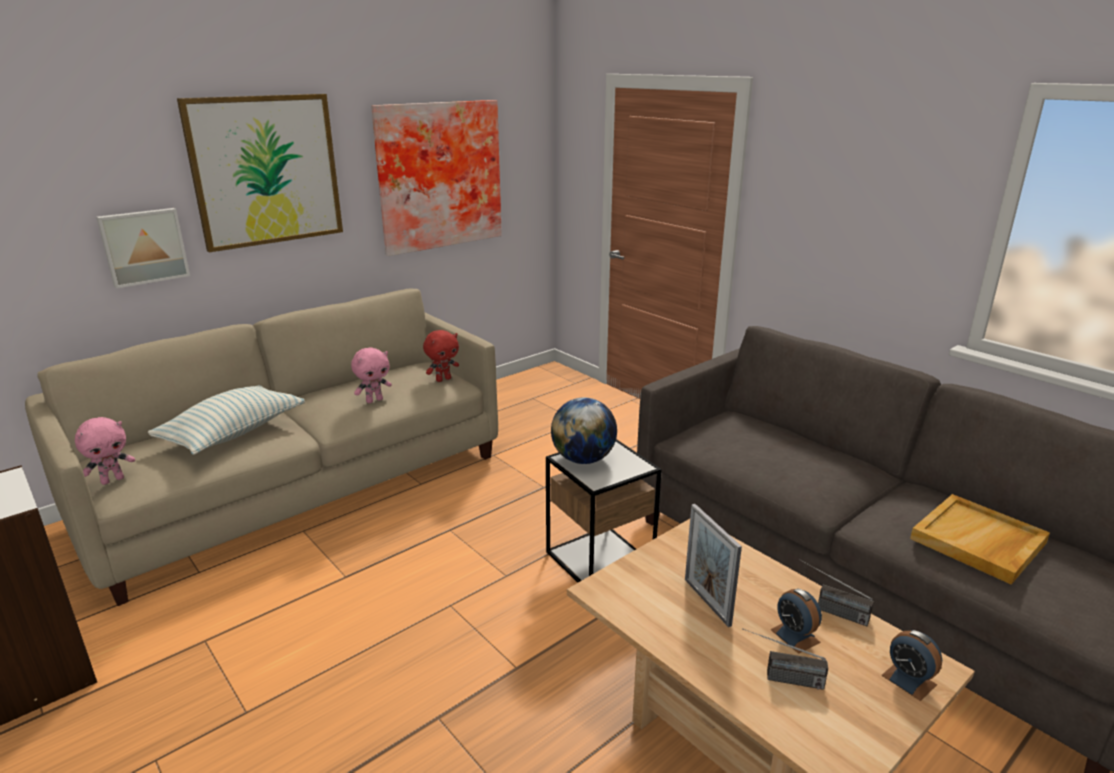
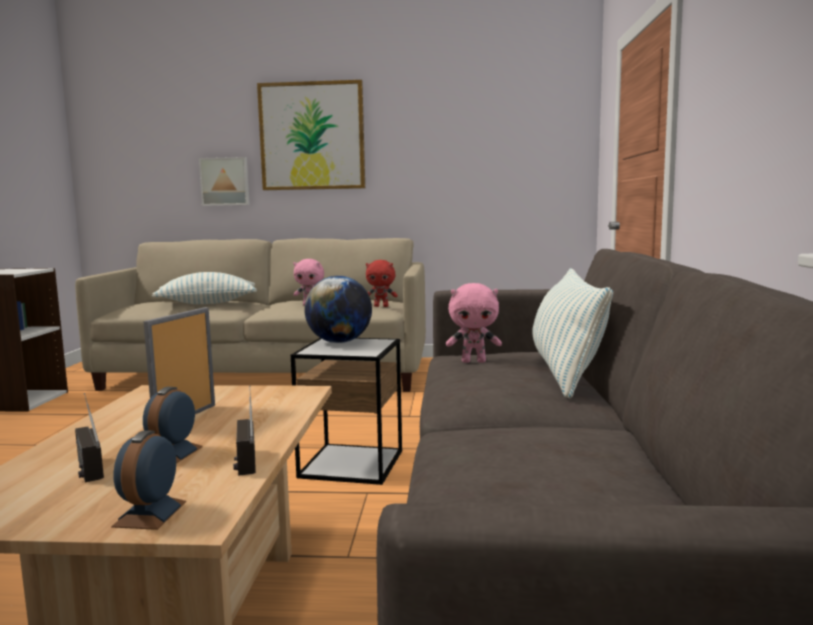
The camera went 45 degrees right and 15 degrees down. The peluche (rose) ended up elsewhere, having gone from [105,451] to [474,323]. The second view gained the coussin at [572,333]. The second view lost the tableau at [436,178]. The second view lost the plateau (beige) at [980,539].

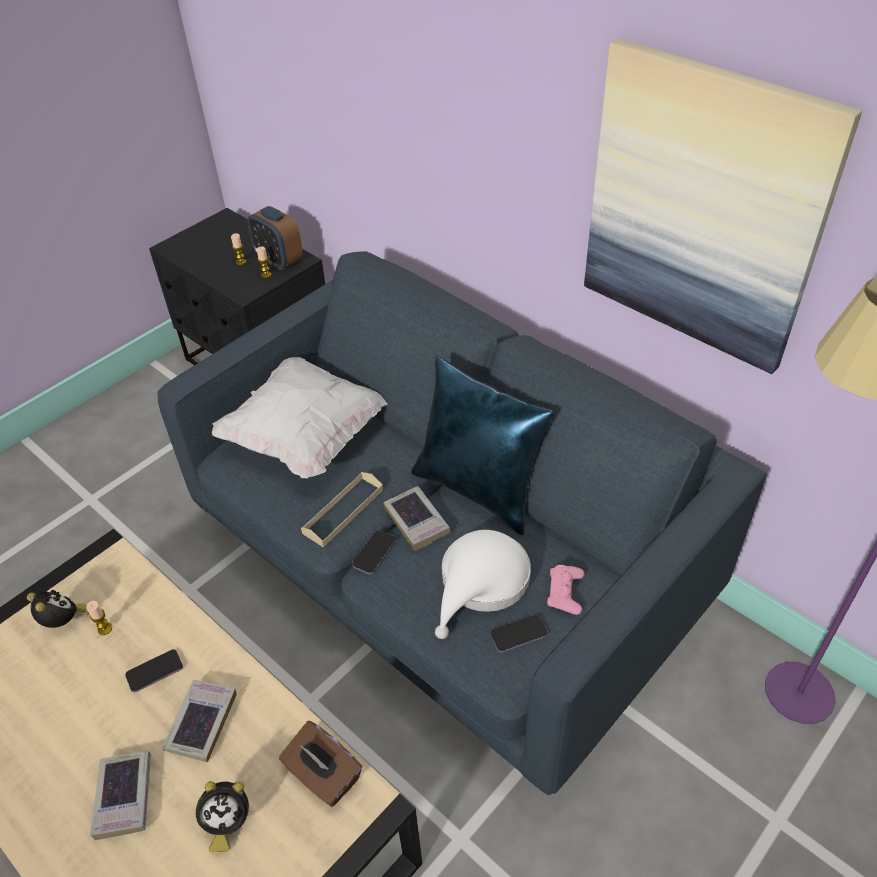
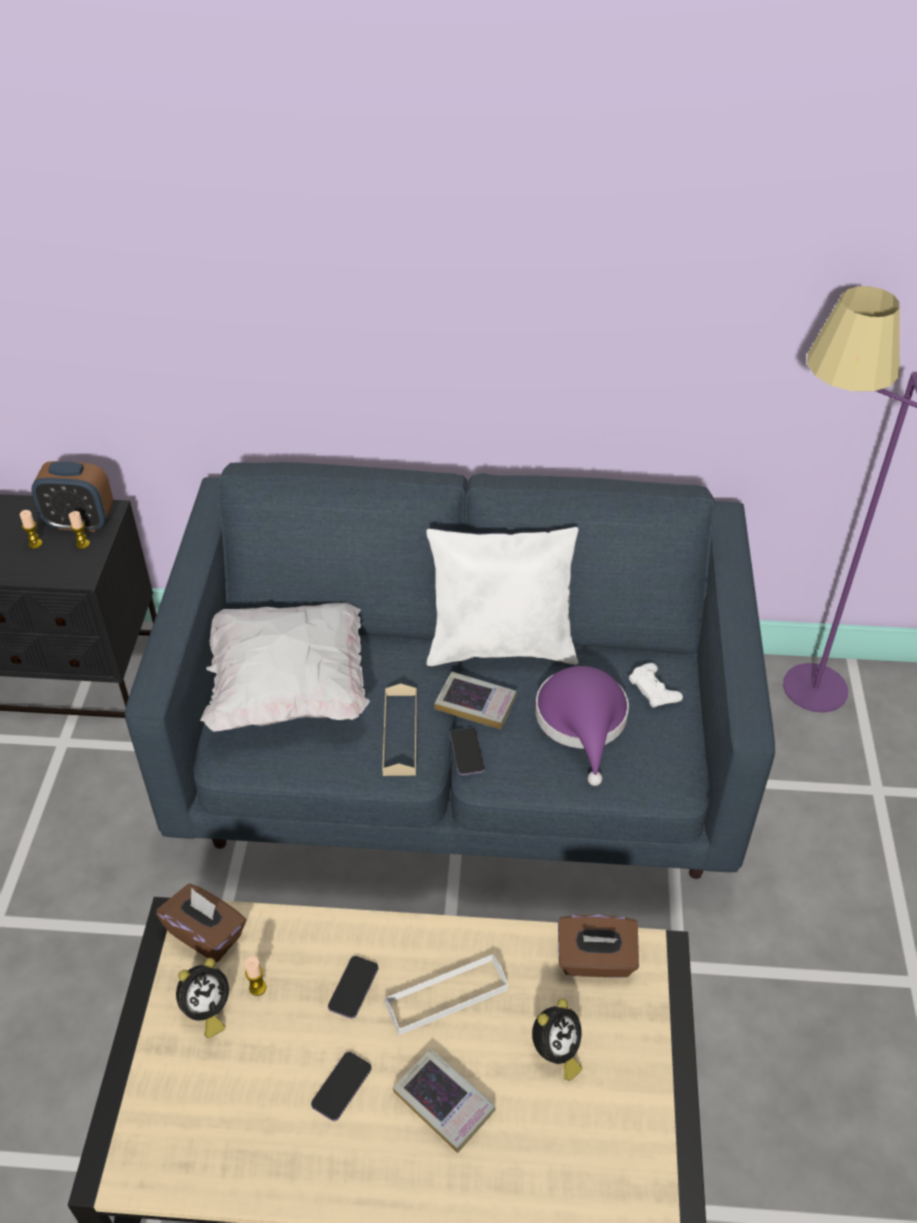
The camera went 40 degrees left and 0 degrees up. The second view gained the boîte à mouchoirs (marron) at [201,923]. The réveil at [58,609] ended up facing another way, 135 degrees clockwise from before. The téléphone ended up elsewhere, having gone from [519,634] to [341,1086]. Where the livre stood at [199,721], the plateau (blanc) came to stand at [446,994]. What was the coussin (bleu) at [482,445] turned into the coussin (blanc) at [502,596]. What was the chapeau (blanc) at [483,584] turned into the chapeau (violet) at [582,726]. What was the manette (rose) at [566,590] turned into the manette (blanc) at [656,685]. The second view lost the tableau at [723,206].

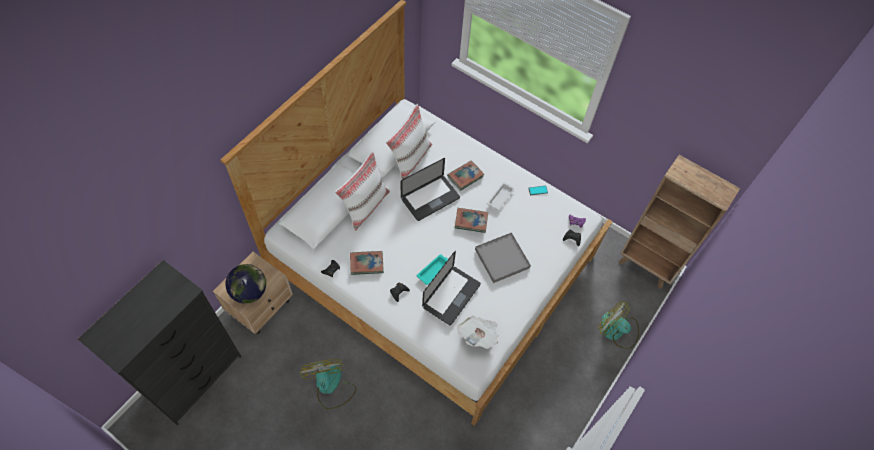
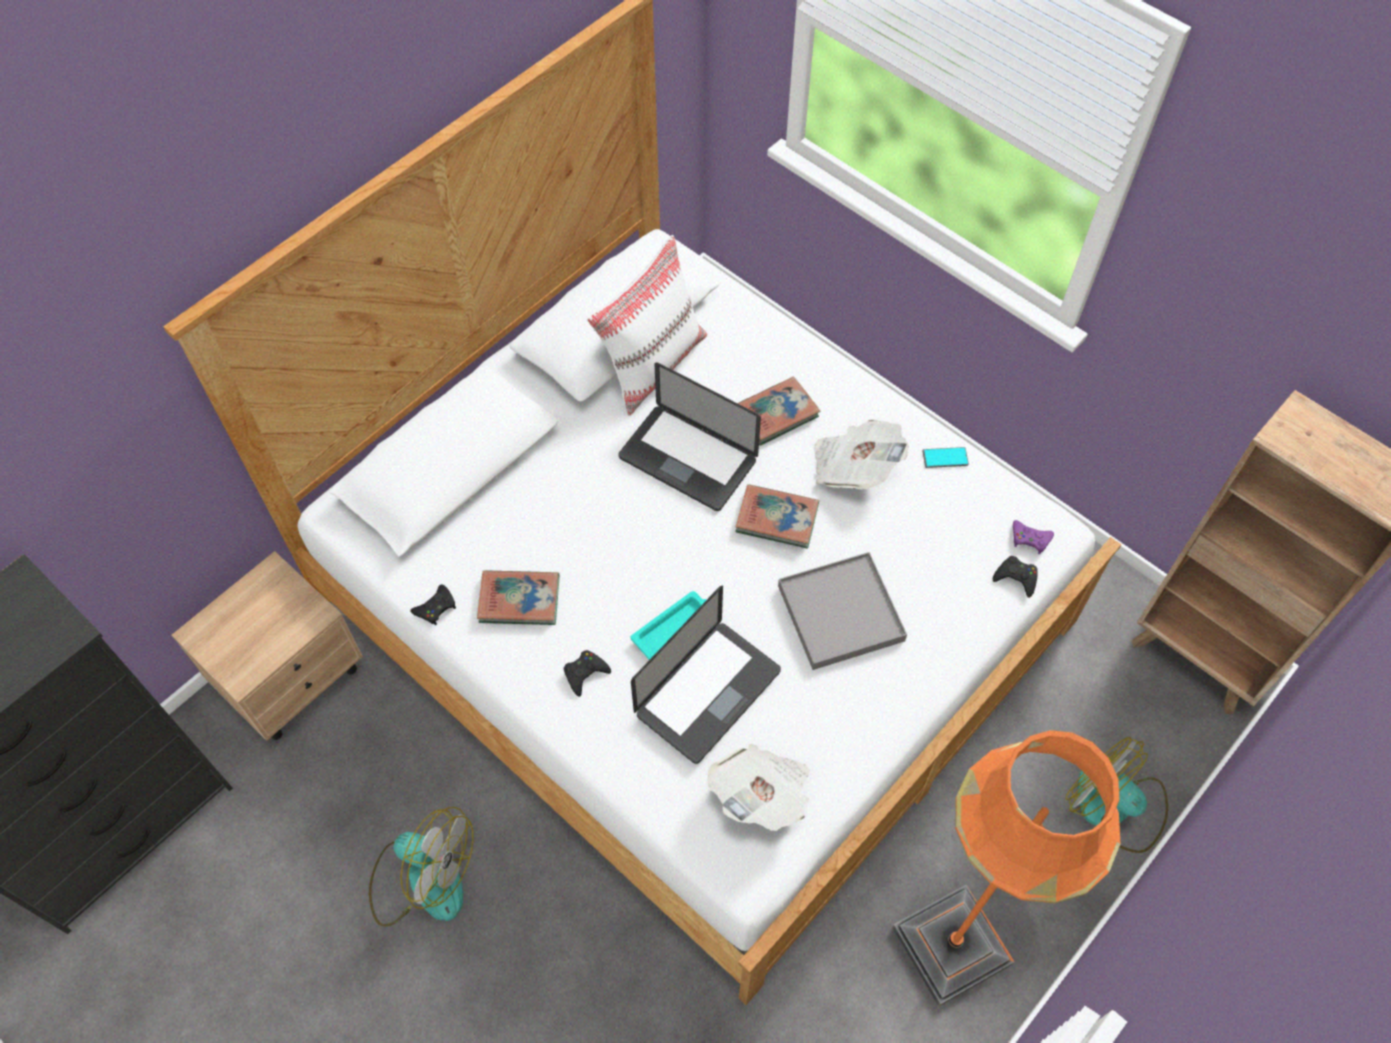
The camera went 10 degrees right and 0 degrees up. The ventilateur at [327,384] ended up facing another way, 120 degrees clockwise from before. The ordinateur portable at [430,189] ended up facing another way, 60 degrees clockwise from before. Where the plateau (blanc) stood at [501,196], the journal came to stand at [861,454]. The second view gained the lampadaire (orange) at [1006,868]. The second view lost the globe at [245,284]. The second view lost the coussin (blanc) at [362,191].

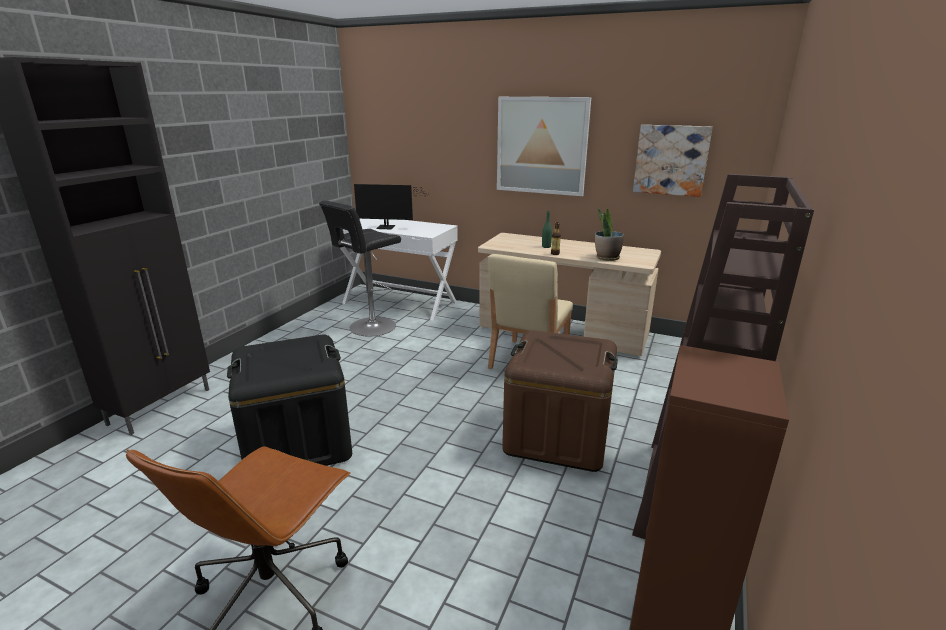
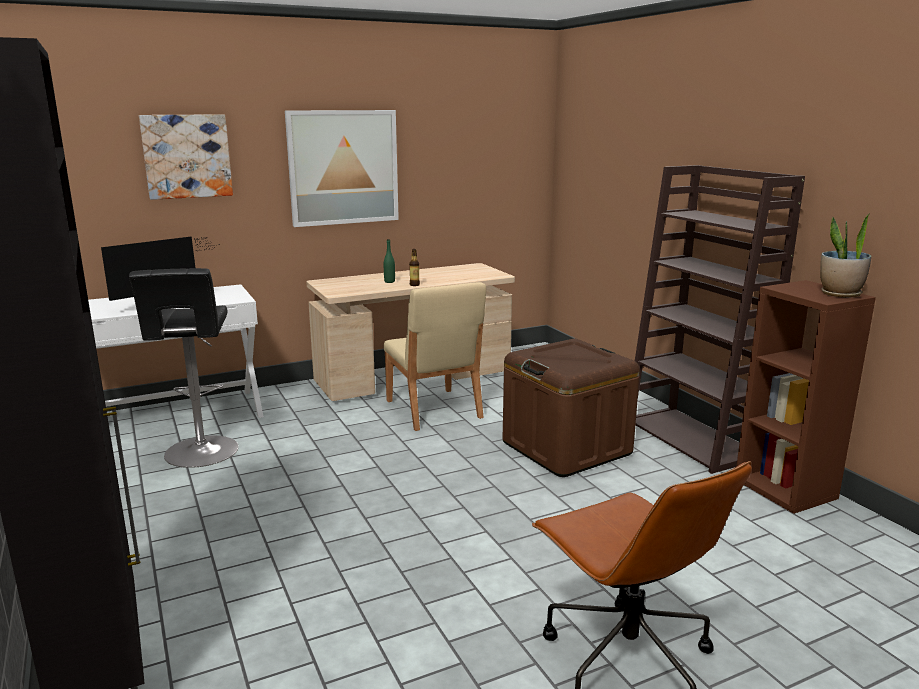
The camera went 50 degrees left and 5 degrees down. The tableau ended up elsewhere, having gone from [673,161] to [186,157]. The plante en pot ended up elsewhere, having gone from [609,234] to [845,256]. The second view lost the boîte de rangement (noir) at [289,400].

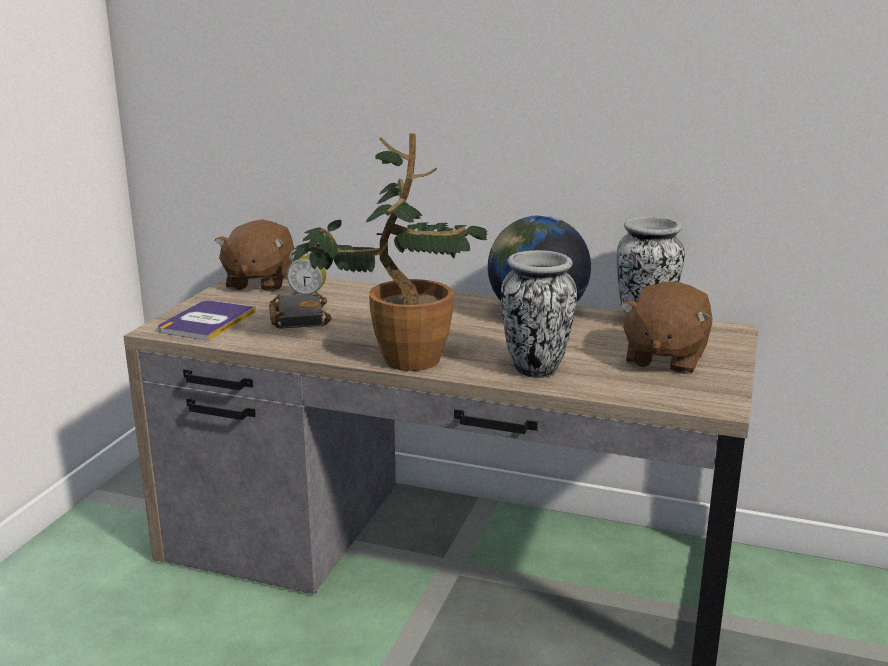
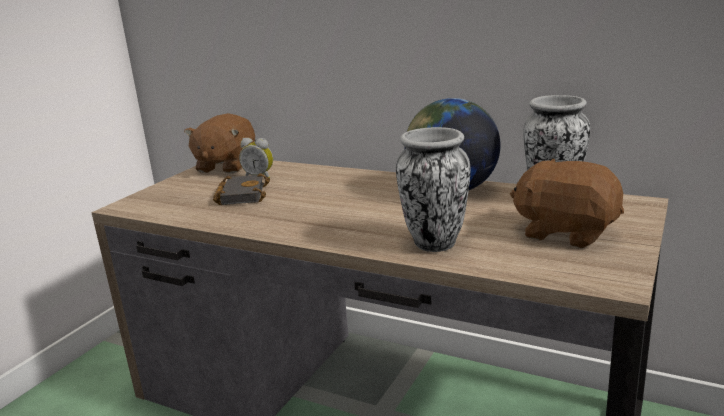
The camera went 10 degrees right and 0 degrees up. The peluche (marron) at [667,328] ended up facing another way, 90 degrees clockwise from before. The second view lost the livre at [207,320]. The second view lost the plante en pot at [389,252].

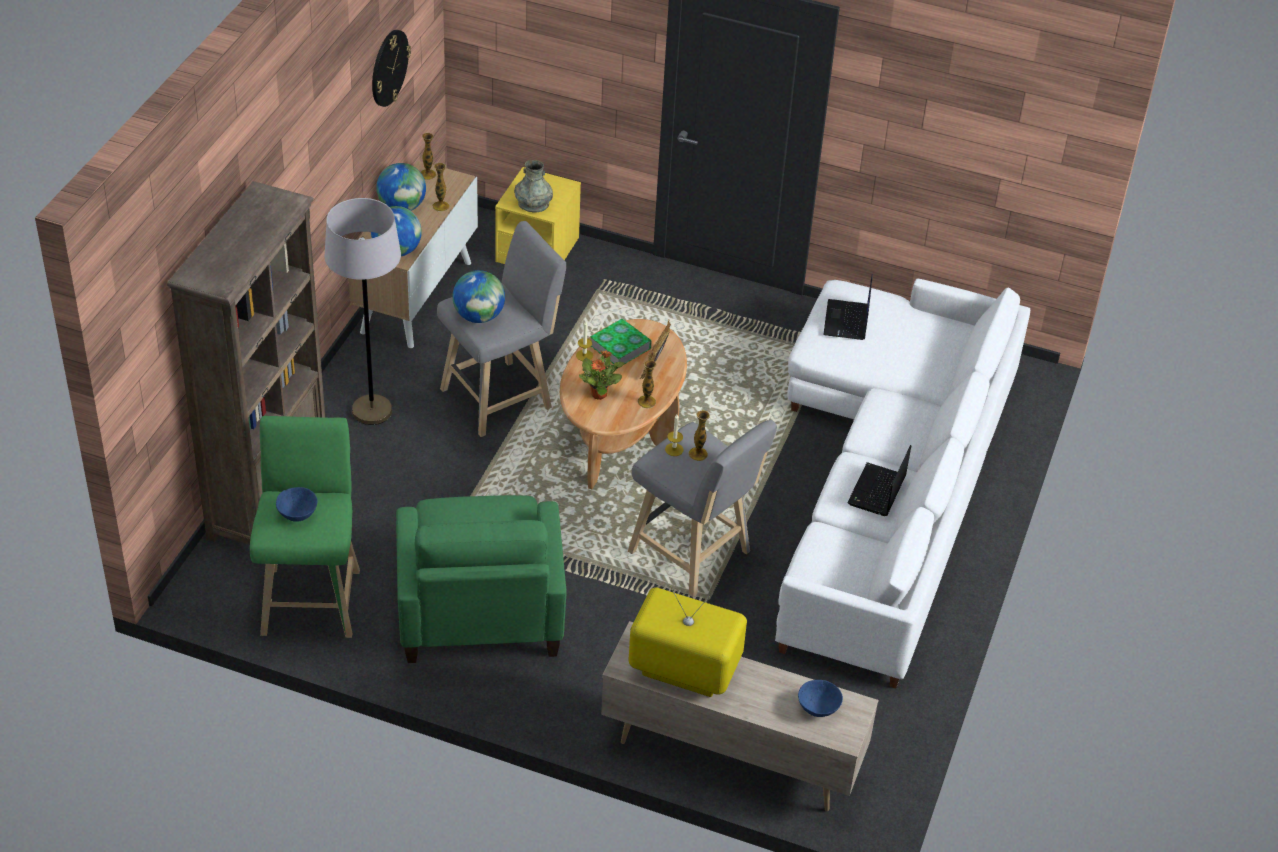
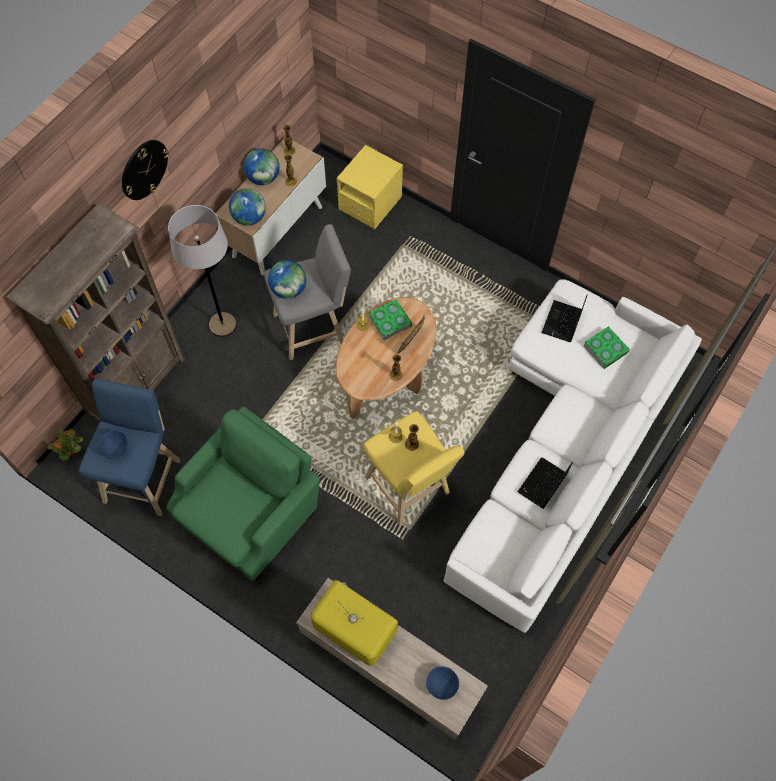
The camera went 15 degrees right and 20 degrees up. The plante en pot ended up elsewhere, having gone from [601,375] to [65,445]. What was the tabouret (vert) at [305,527] turned into the tabouret (bleu) at [130,447]. The horloge murale ended up elsewhere, having gone from [391,68] to [145,170]. The fauteuil (vert) at [481,579] ended up facing another way, 150 degrees counterclockwise from before. What was the tabouret (gris) at [702,508] turned into the tabouret (jaune) at [413,468]. The second view gained the livre at [606,347]. The second view lost the vase (gris) at [533,186].

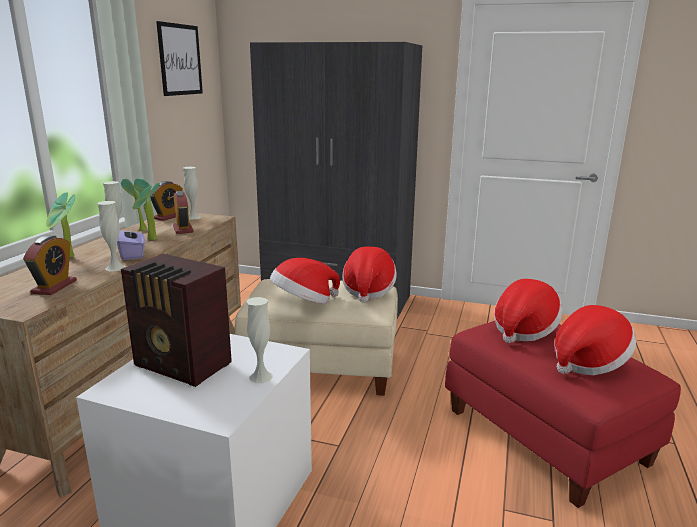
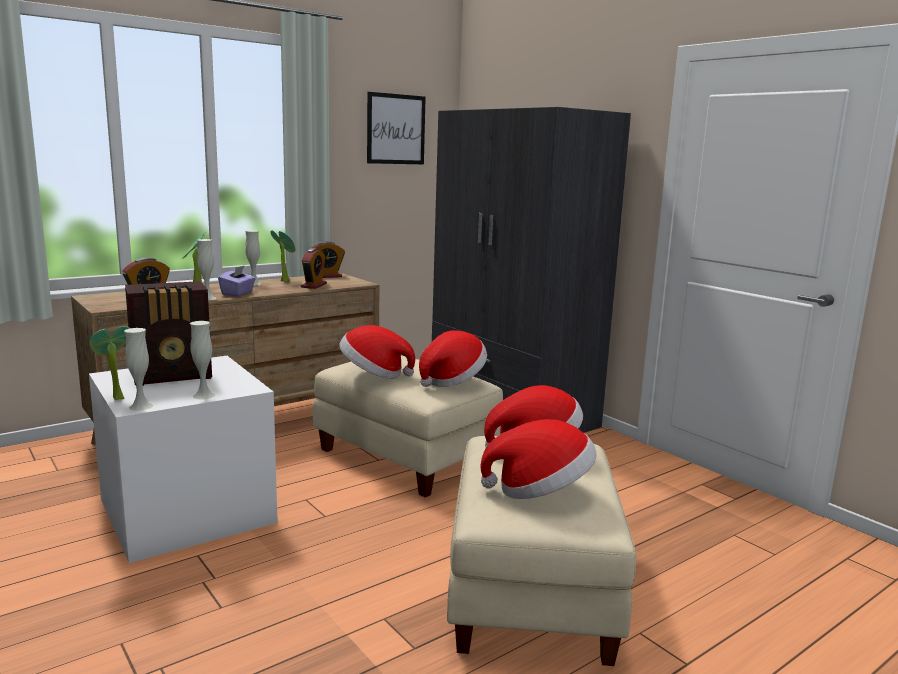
The camera went 35 degrees right and 5 degrees down. The plante en pot ended up elsewhere, having gone from [146,211] to [109,363]. The vase (blanc) ended up elsewhere, having gone from [192,193] to [138,369]. The radio at [176,320] ended up facing another way, 90 degrees counterclockwise from before. What was the pouf (rouge) at [563,414] turned into the pouf (beige) at [541,551].

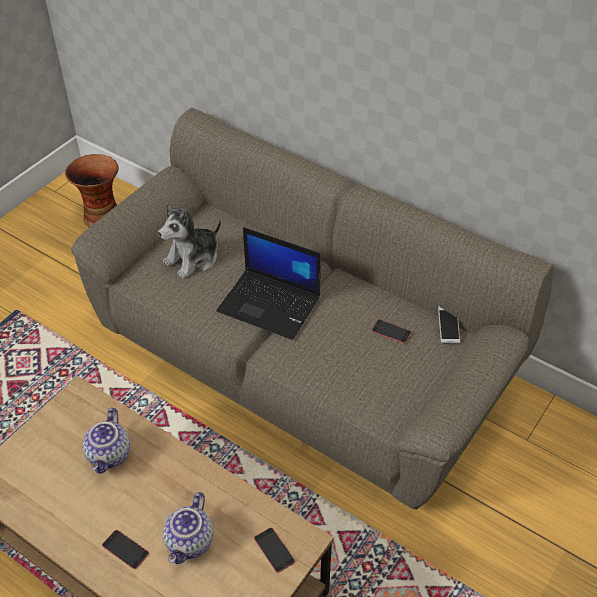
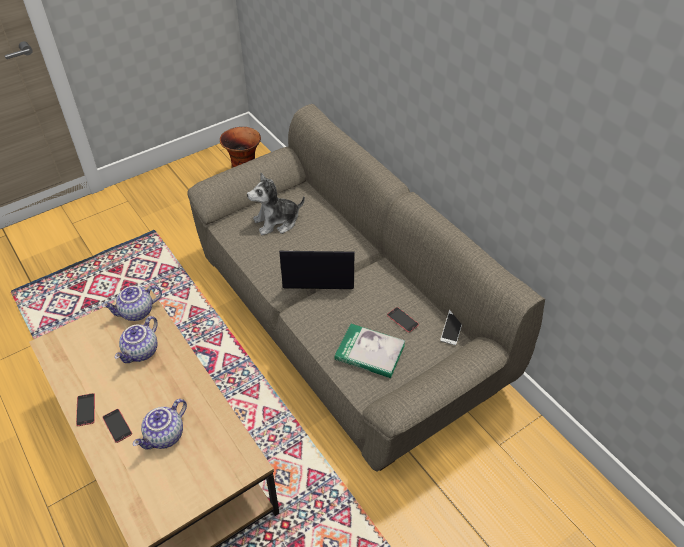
The camera went 20 degrees right and 0 degrees up. The téléphone ended up elsewhere, having gone from [274,550] to [85,409]. The second view gained the théière at [132,303]. The ordinateur portable at [269,283] ended up facing another way, 135 degrees clockwise from before. The second view gained the livre at [369,351].

